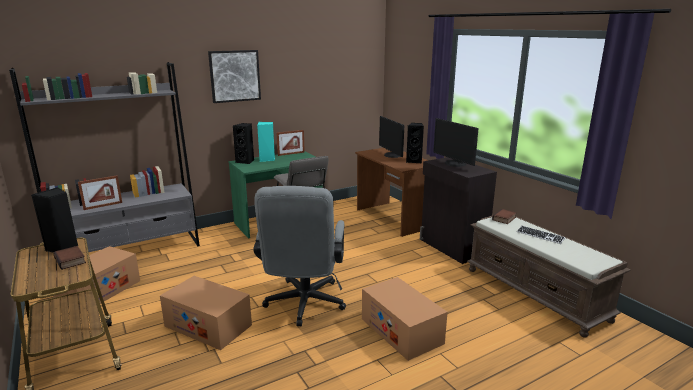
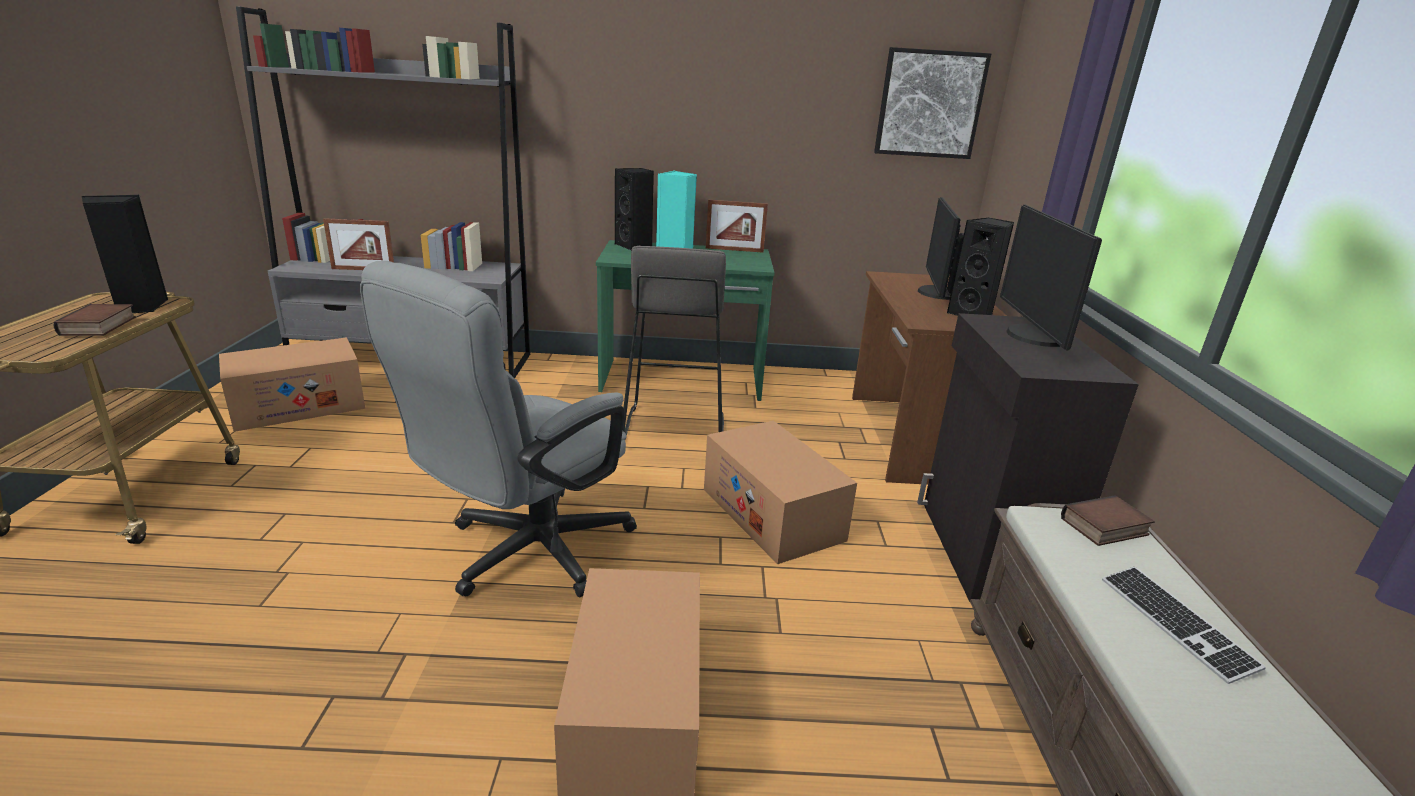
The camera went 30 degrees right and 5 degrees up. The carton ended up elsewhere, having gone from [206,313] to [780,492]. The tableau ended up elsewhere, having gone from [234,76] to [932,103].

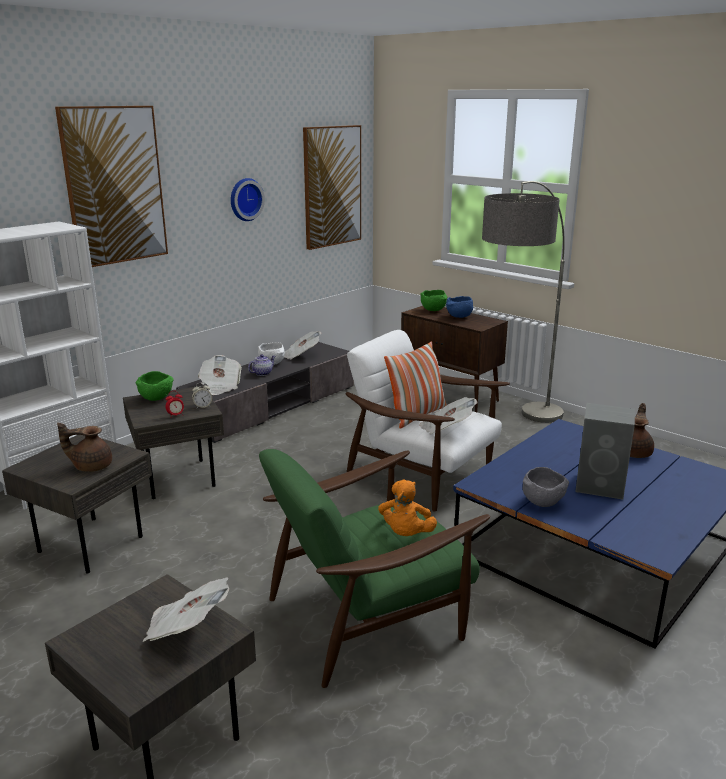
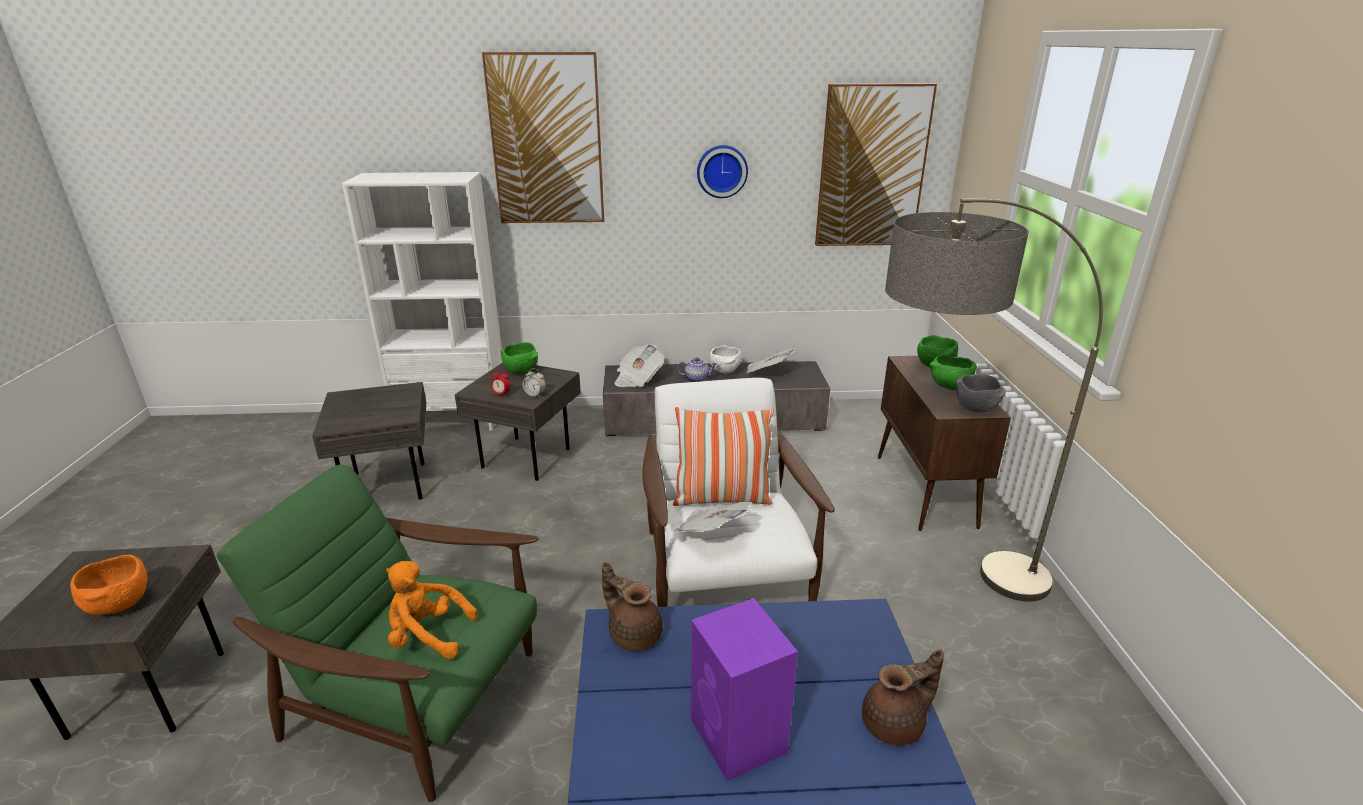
The camera went 45 degrees right and 5 degrees up. Where the journal stood at [186,610], the bol (orange) came to stand at [108,585]. The peluche (orange) at [407,508] ended up facing another way, 45 degrees clockwise from before. The théière (marron) ended up elsewhere, having gone from [84,447] to [632,606]. What was the enceinte (gris) at [605,451] turned into the enceinte (violet) at [744,689]. What was the bol (bleu) at [459,307] turned into the bol (vert) at [953,372]. The bol (gris) ended up elsewhere, having gone from [546,487] to [981,393].

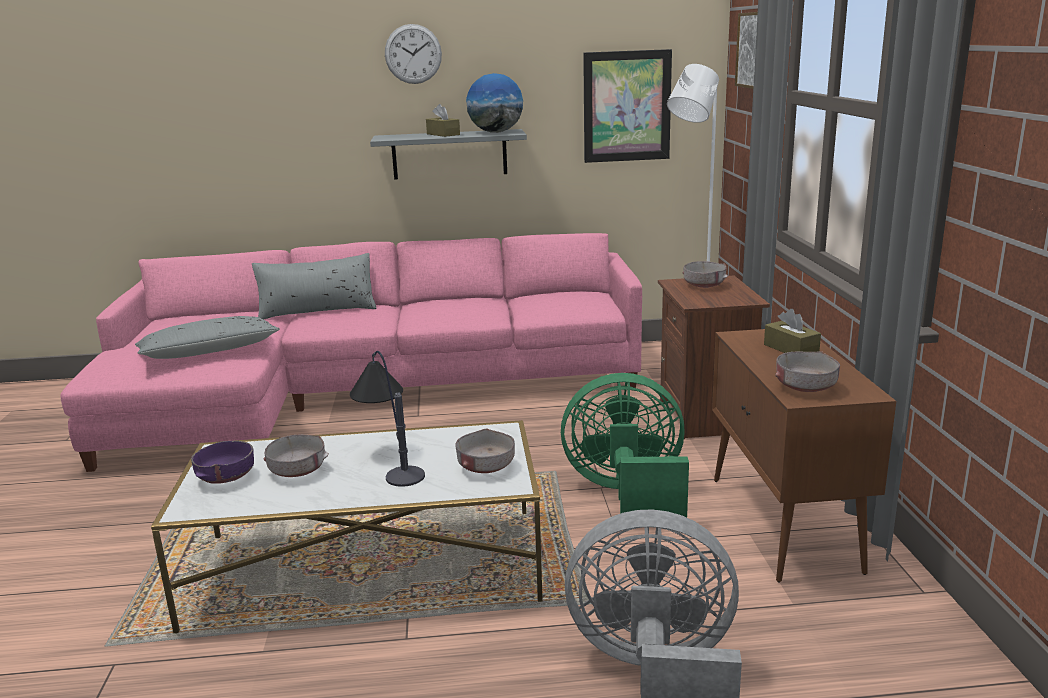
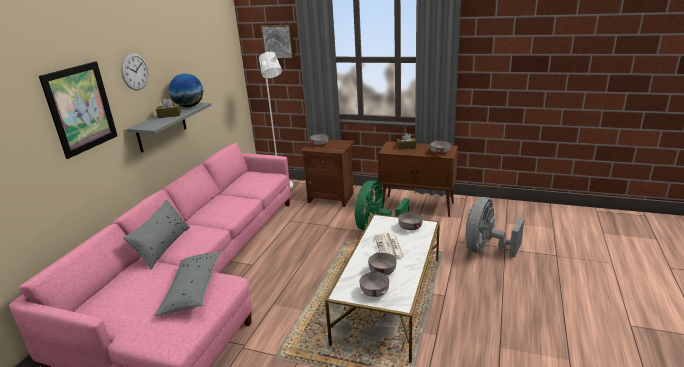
The camera went 65 degrees left and 5 degrees up. The tableau ended up elsewhere, having gone from [627,106] to [78,110]. What was the bol (violet) at [222,462] turned into the bol (gris) at [374,284]. Where the lampe de table stood at [387,419], the journal came to stand at [389,246].

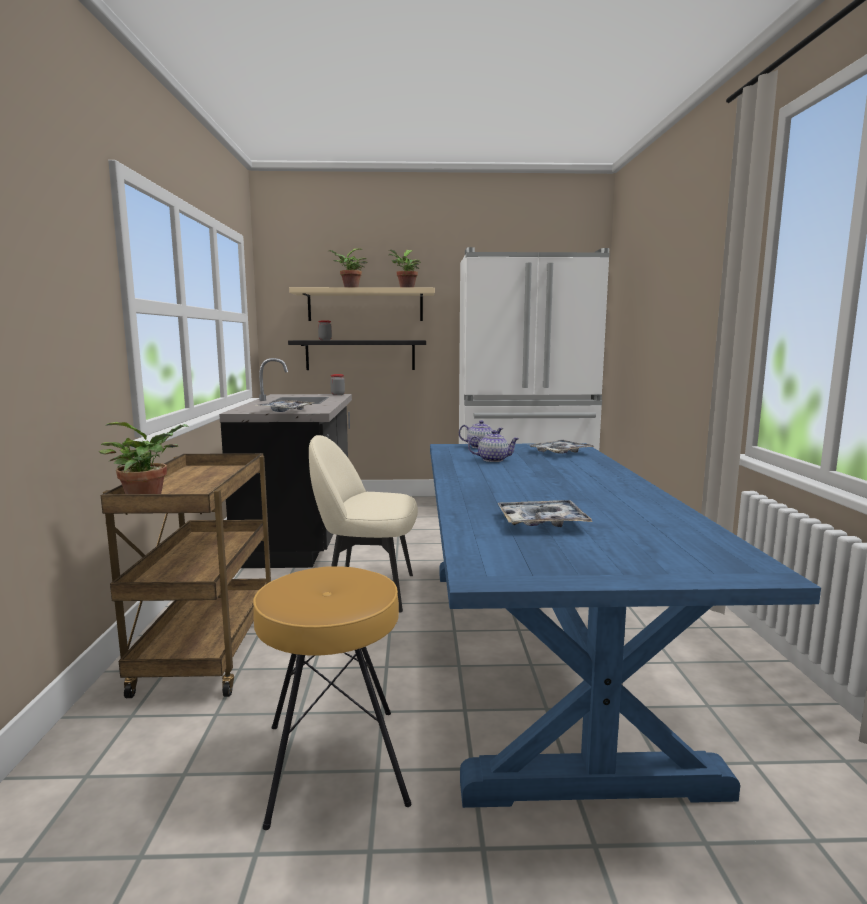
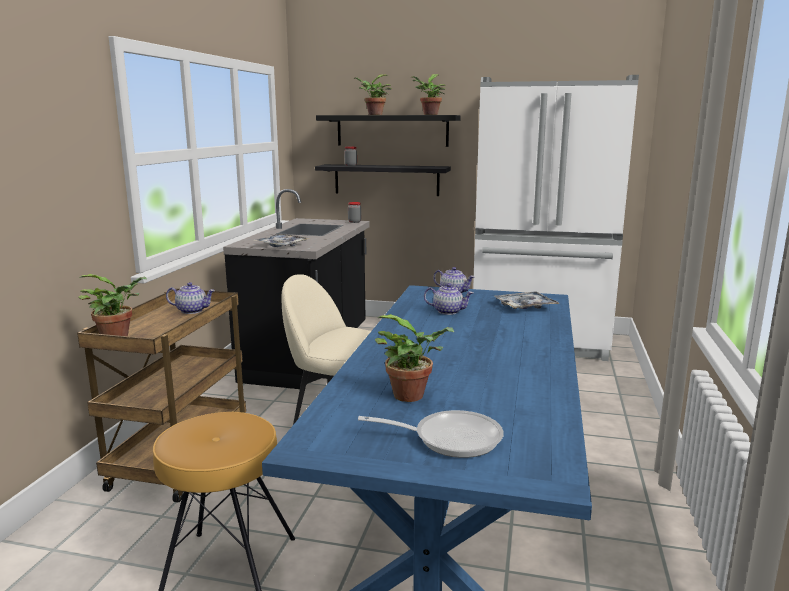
The camera went 15 degrees right and 5 degrees up. The second view gained the théière at [190,298]. What was the étagère (beige) at [362,304] turned into the étagère (noir) at [388,131]. The second view gained the poêle at [431,434]. Where the plateau stood at [545,513], the plante en pot came to stand at [414,358].

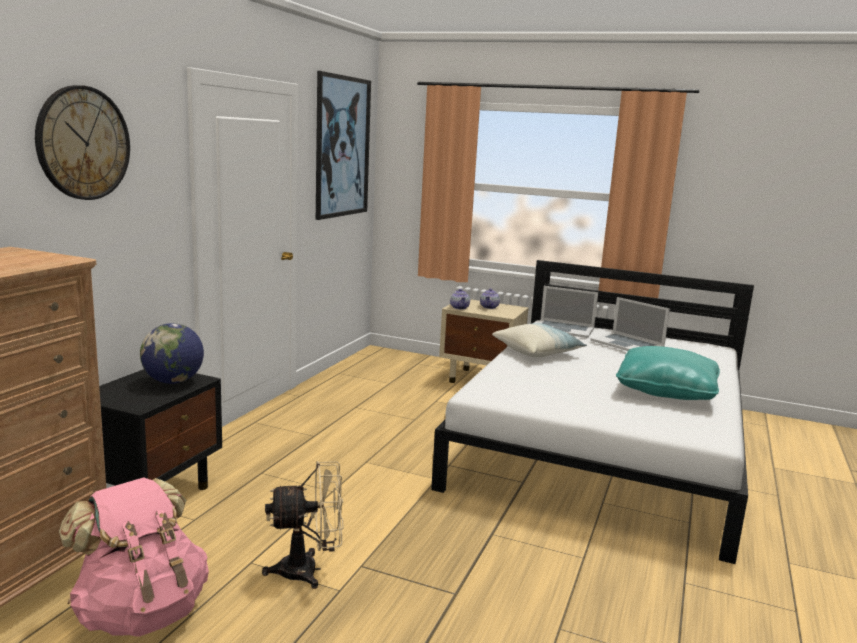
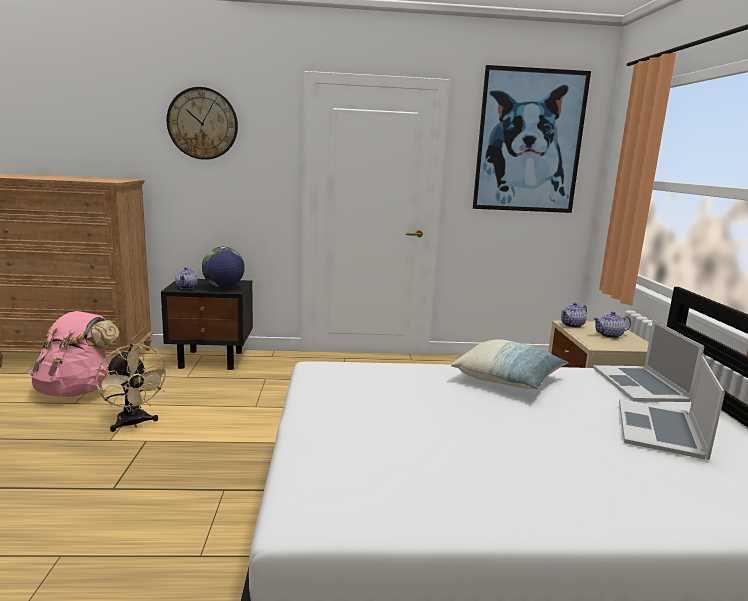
The camera went 65 degrees right and 0 degrees up. The second view gained the théière at [186,278]. The second view lost the coussin (turquoise) at [668,373].

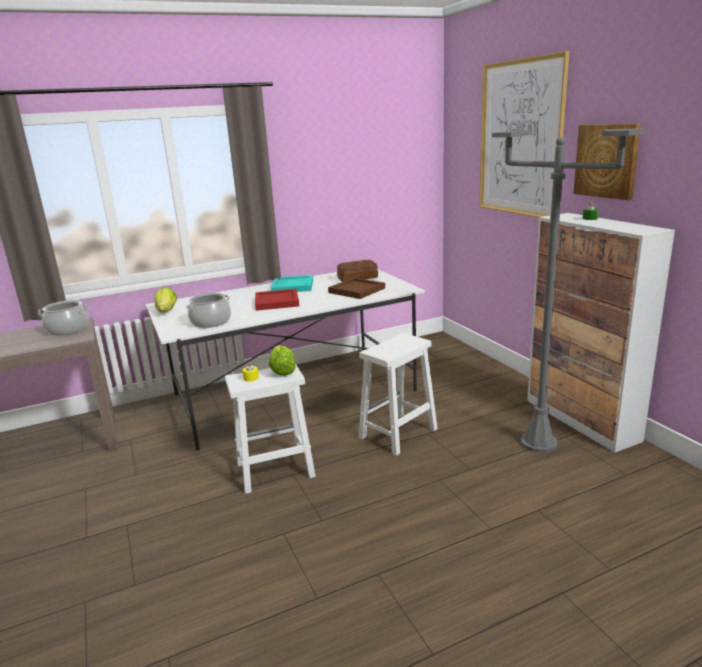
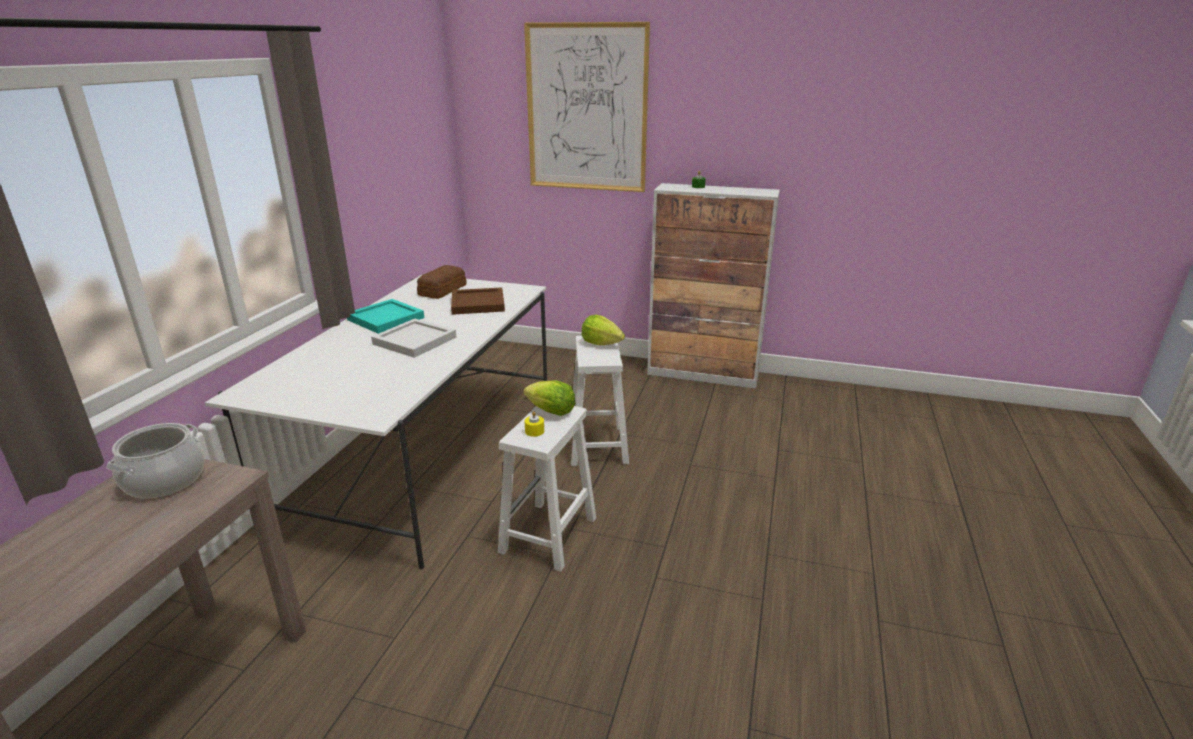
The camera went 50 degrees left and 5 degrees up. What was the plateau (rouge) at [277,300] turned into the plateau (blanc) at [414,338]. The laitue ended up elsewhere, having gone from [165,300] to [603,330]. The second view lost the marmite at [208,310]. The second view lost the lampadaire (gris) at [568,291]. The second view lost the tableau at [607,161].

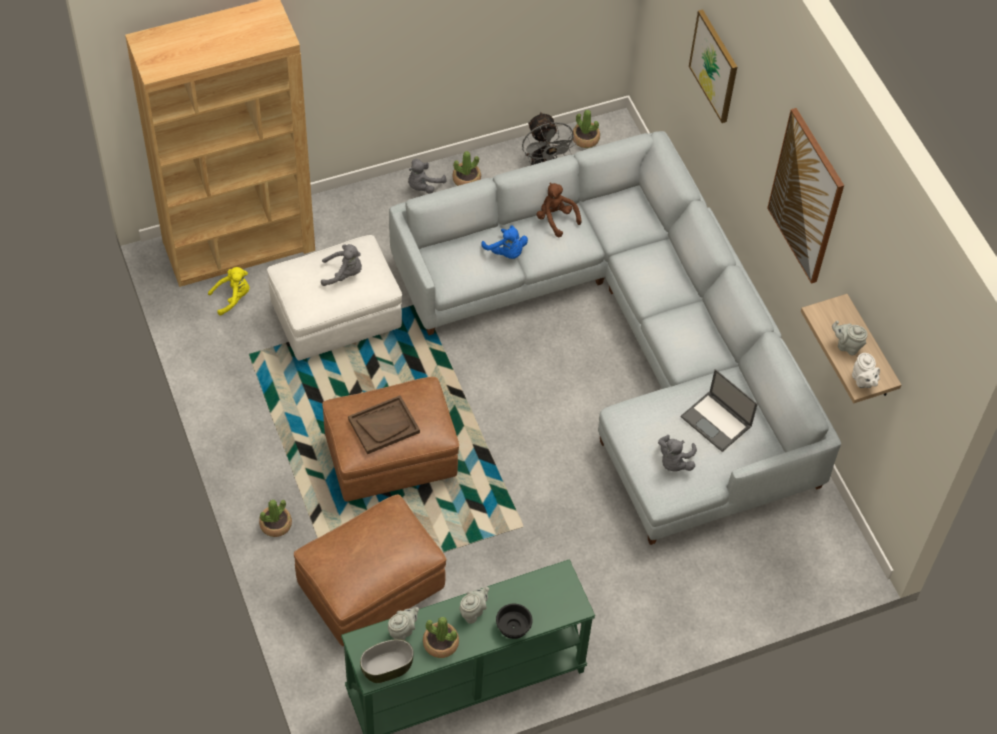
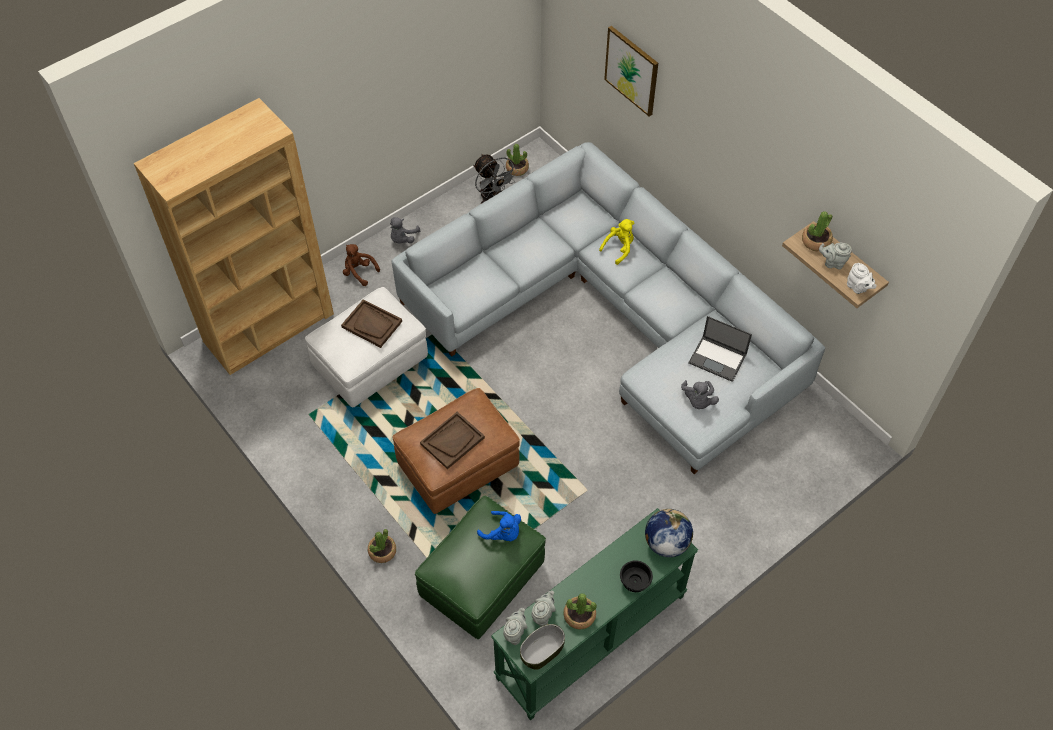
The camera went 15 degrees left and 0 degrees up. Where the peluche (gris) stood at [341,265], the plateau (marron) came to stand at [371,323]. The peluche (marron) ended up elsewhere, having gone from [559,209] to [361,265]. What was the pouf (marron) at [370,570] turned into the pouf (vert) at [480,567]. The peluche (bleu) ended up elsewhere, having gone from [504,242] to [499,526]. The théière (gris) ended up elsewhere, having gone from [474,605] to [515,626]. The peluche (jaune) ended up elsewhere, having gone from [228,291] to [616,242]. The second view gained the globe at [669,533]. The plante en pot ended up elsewhere, having gone from [466,168] to [817,231]. The second view lost the tableau at [805,196].

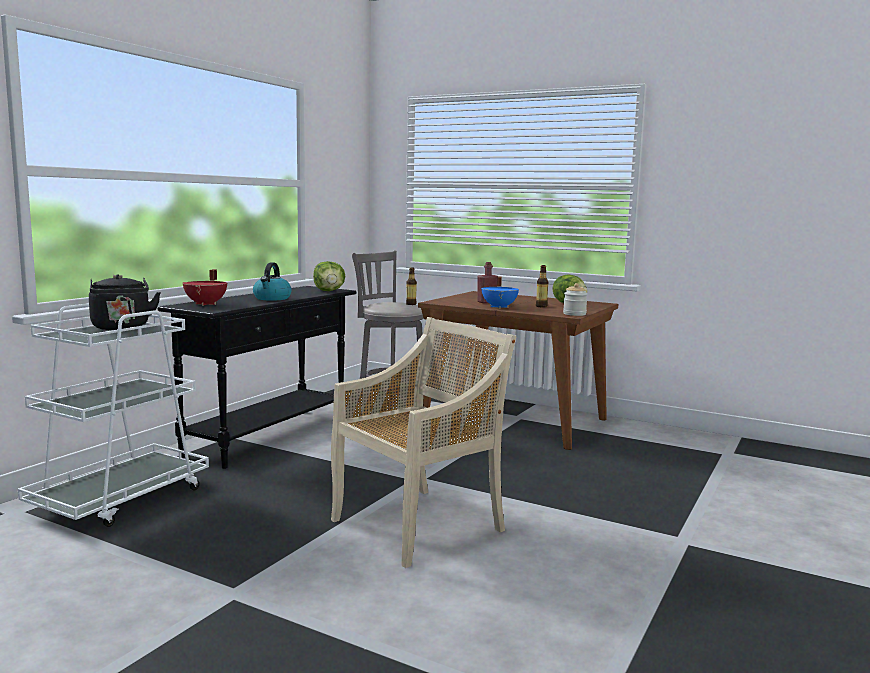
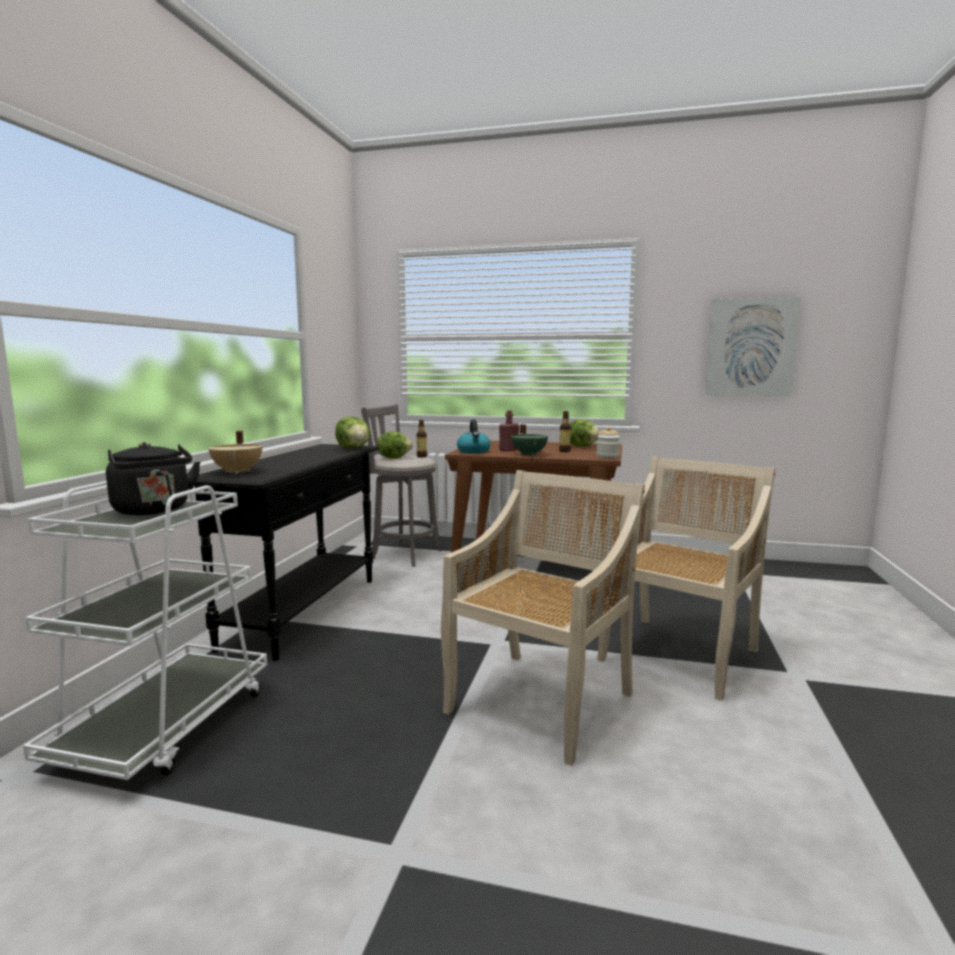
The camera went 15 degrees left and 0 degrees up. What was the marmite (rouge) at [204,287] turned into the marmite (beige) at [235,452]. The second view gained the laitue at [395,445]. The bouilloire ended up elsewhere, having gone from [272,281] to [474,436]. What was the marmite (bleu) at [500,293] turned into the marmite (vert) at [529,440]. The second view gained the chaise (beige) at [686,578]. The second view gained the tableau at [752,346].

